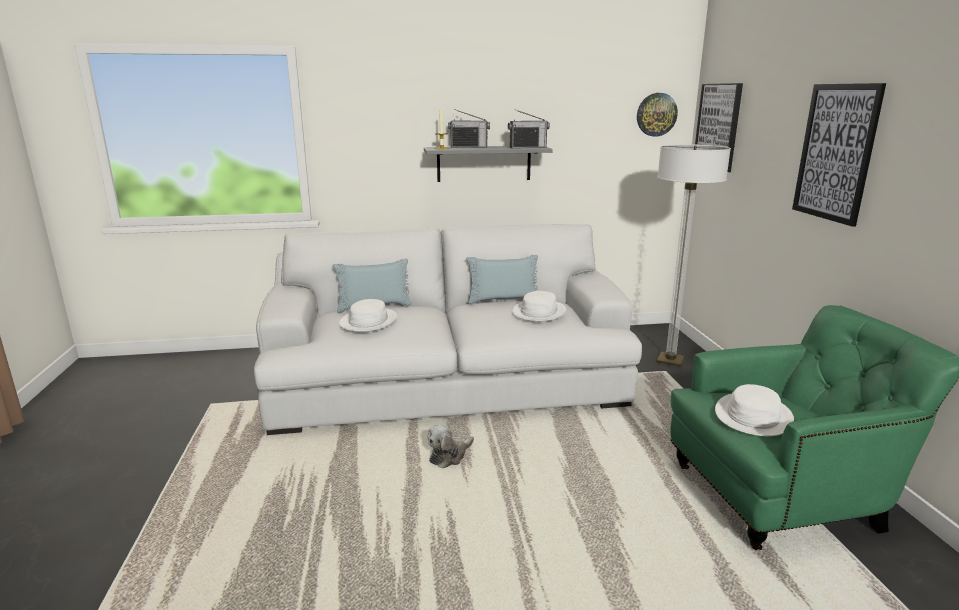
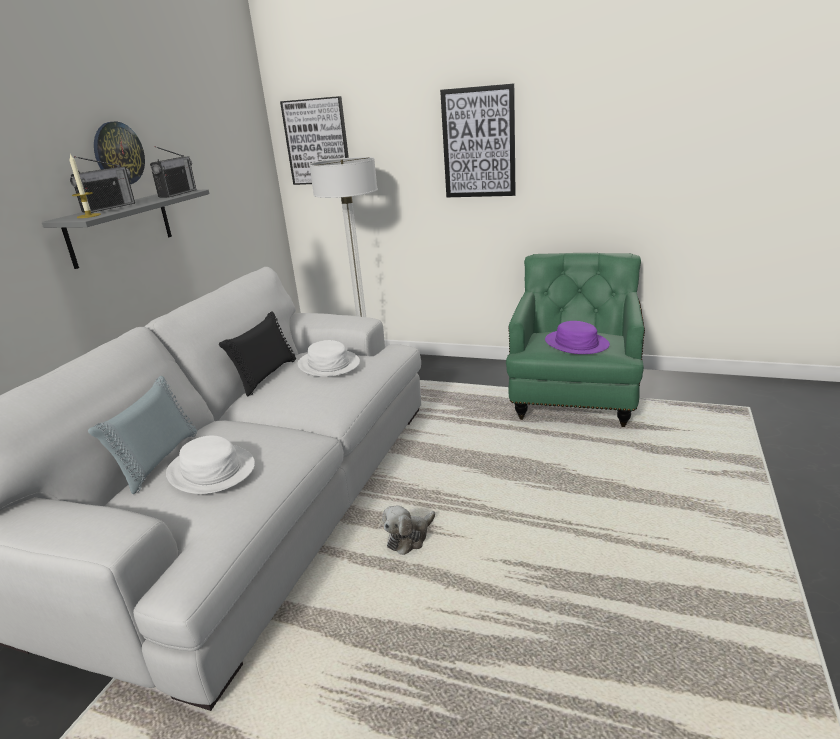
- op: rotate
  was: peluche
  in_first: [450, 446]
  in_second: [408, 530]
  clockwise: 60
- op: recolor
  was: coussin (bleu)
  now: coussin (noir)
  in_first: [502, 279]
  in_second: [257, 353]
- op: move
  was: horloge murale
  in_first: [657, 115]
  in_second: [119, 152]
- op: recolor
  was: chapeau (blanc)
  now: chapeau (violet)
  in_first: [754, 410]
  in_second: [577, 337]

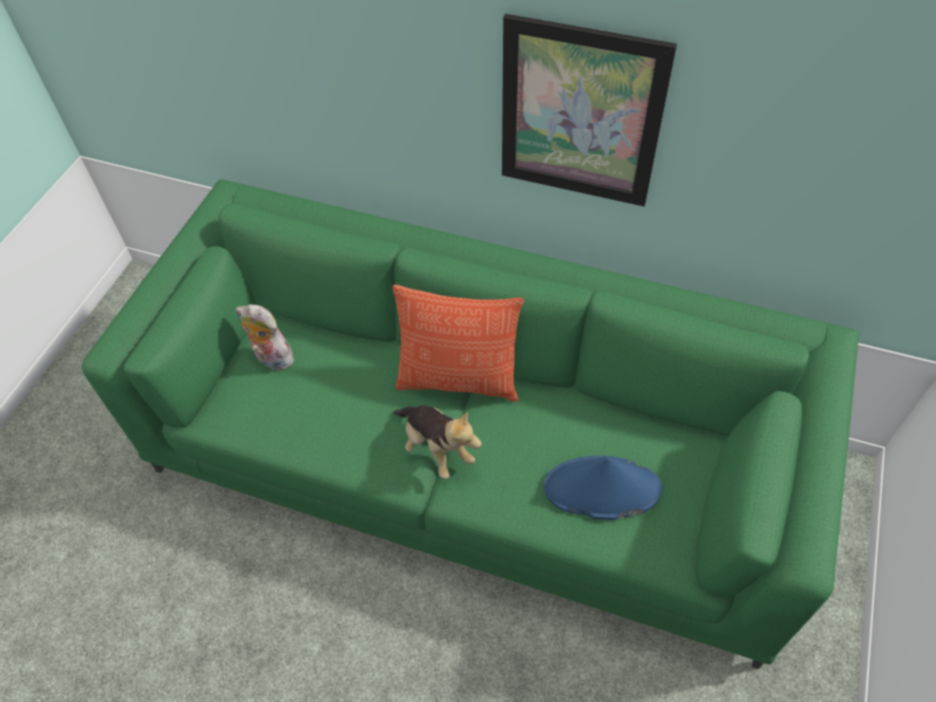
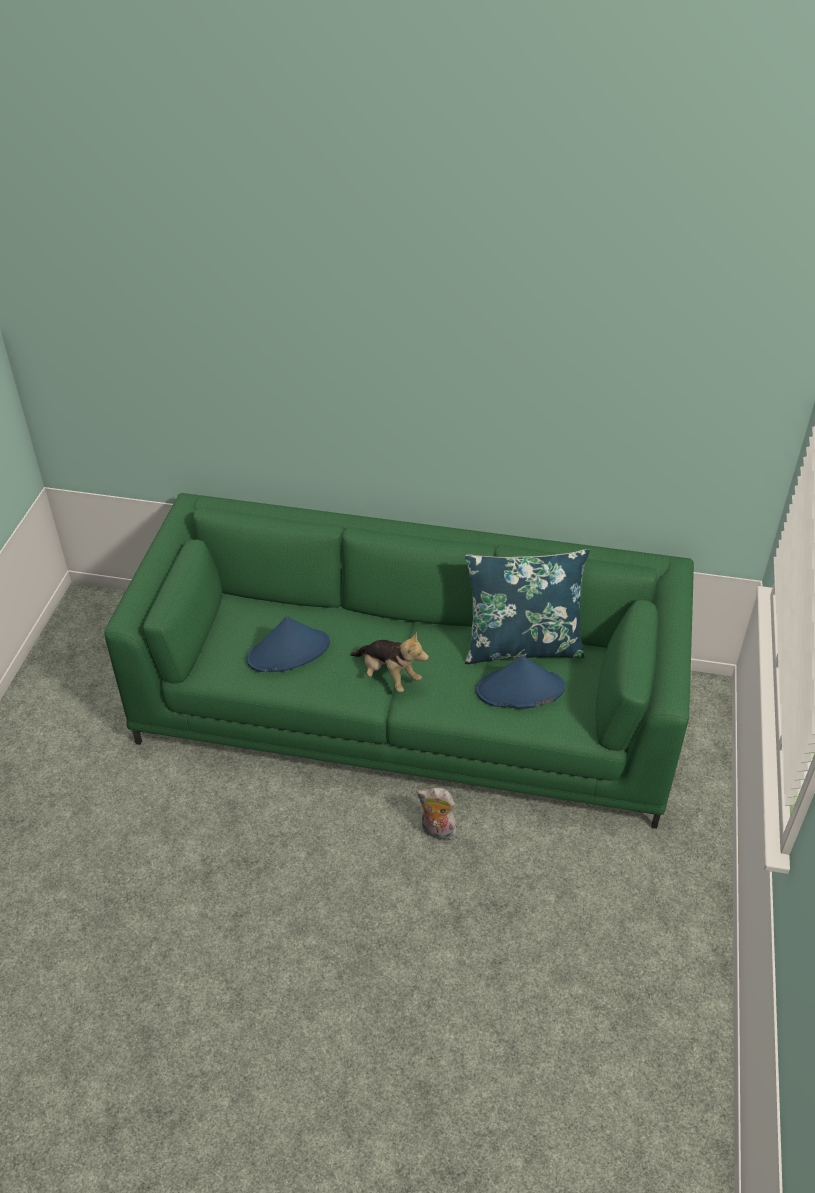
- op: move
  was: peluche
  in_first: [265, 338]
  in_second: [437, 814]
- op: delete
  was: coussin (orange)
  in_first: [458, 343]
- op: delete
  was: tableau
  in_first: [589, 110]
- op: insert
  now: chapeau (bleu)
  in_second: [288, 644]
- op: insert
  now: coussin (bleu)
  in_second: [527, 606]

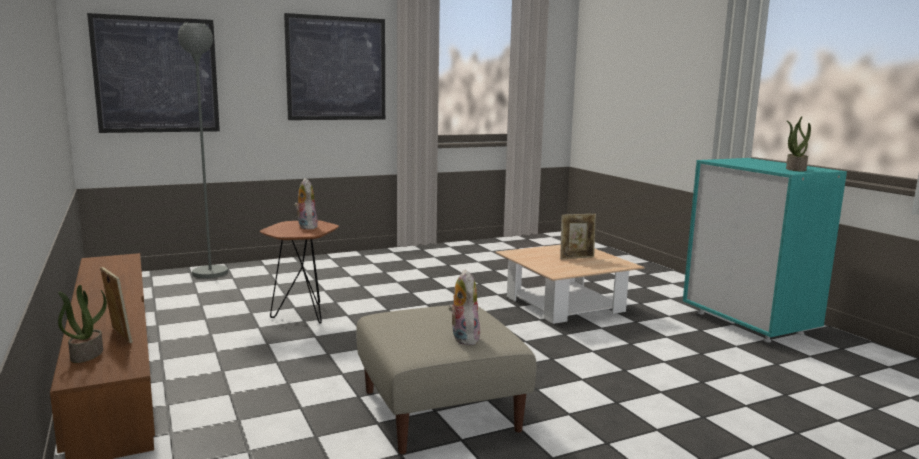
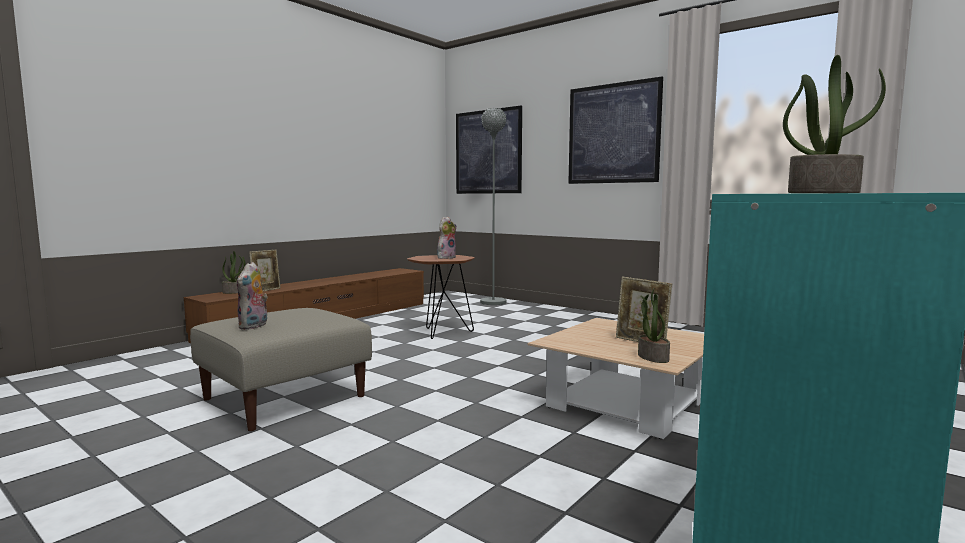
- op: rotate
  was: peluche
  in_first: [464, 307]
  in_second: [252, 296]
  clockwise: 135
- op: insert
  now: plante en pot
  in_second: [654, 326]

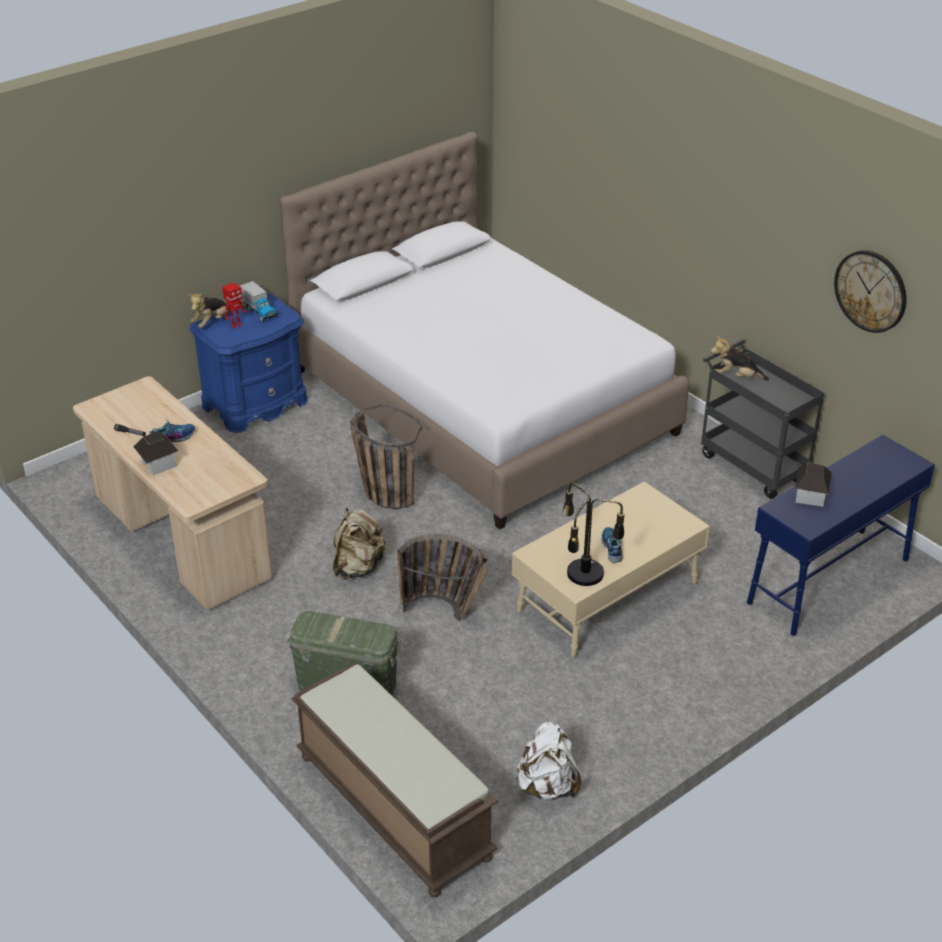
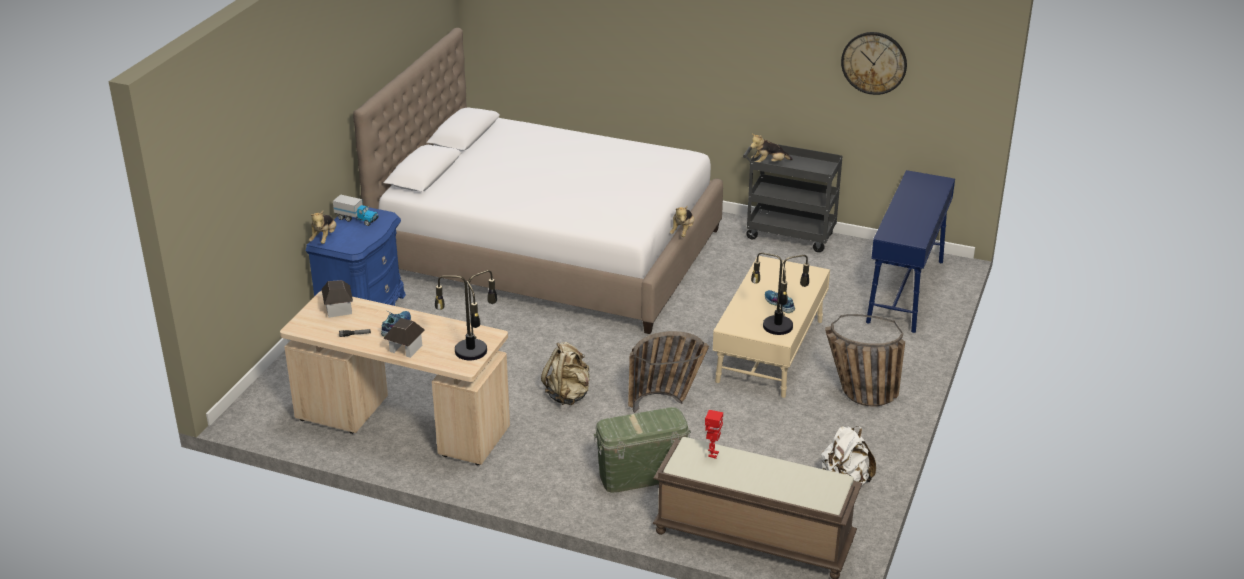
- op: move
  was: robot jouet
  in_first: [234, 305]
  in_second: [714, 434]
- op: move
  was: panier
  in_first: [386, 457]
  in_second: [865, 360]
- op: move
  was: maison miniature
  in_first: [813, 484]
  in_second: [337, 299]
- op: insert
  now: lampe de table
  in_second: [466, 315]
- op: insert
  now: peluche
  in_second: [682, 221]

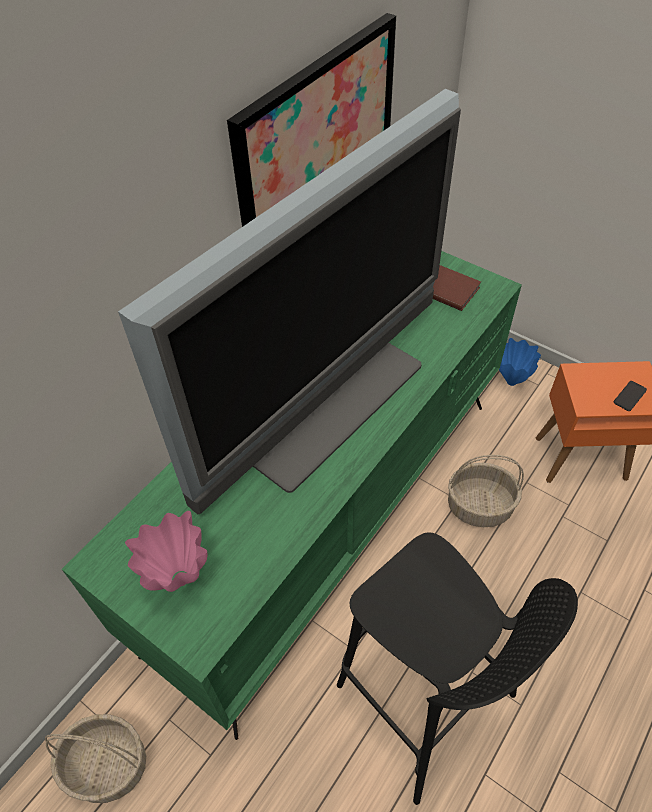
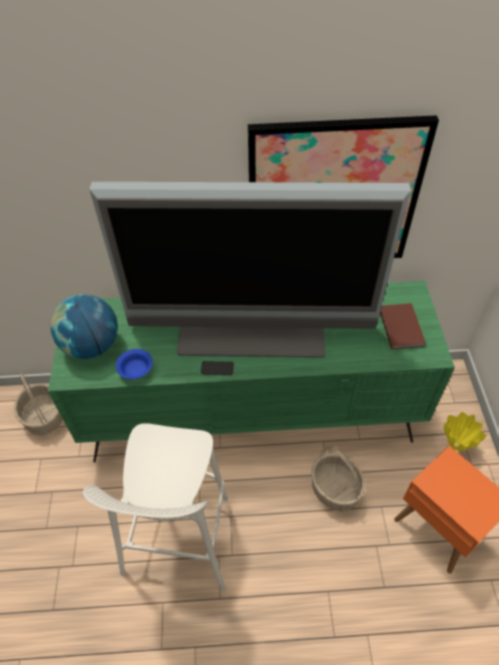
- op: replace
  was: vase (rose)
  now: globe
  in_first: [166, 551]
  in_second: [84, 326]
- op: recolor
  was: tabouret (noir)
  now: tabouret (blanc)
  in_first: [457, 668]
  in_second: [155, 507]
- op: recolor
  was: vase (bleu)
  now: vase (jaune)
  in_first: [520, 362]
  in_second: [465, 431]
- op: move
  was: téléphone
  in_first: [630, 396]
  in_second: [217, 368]
- op: insert
  now: bol (bleu)
  in_second: [134, 364]

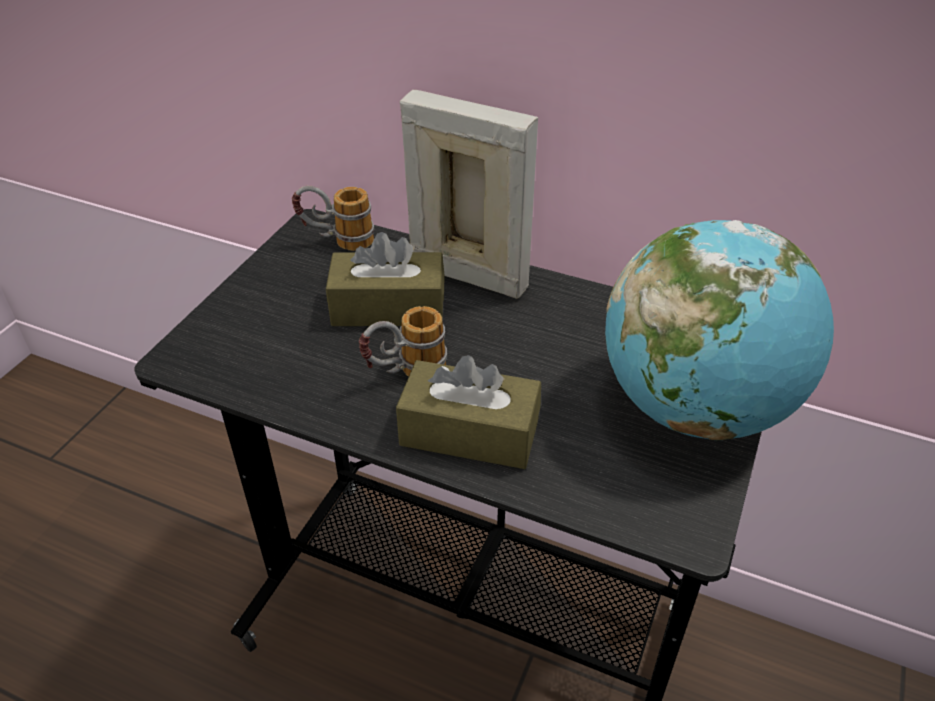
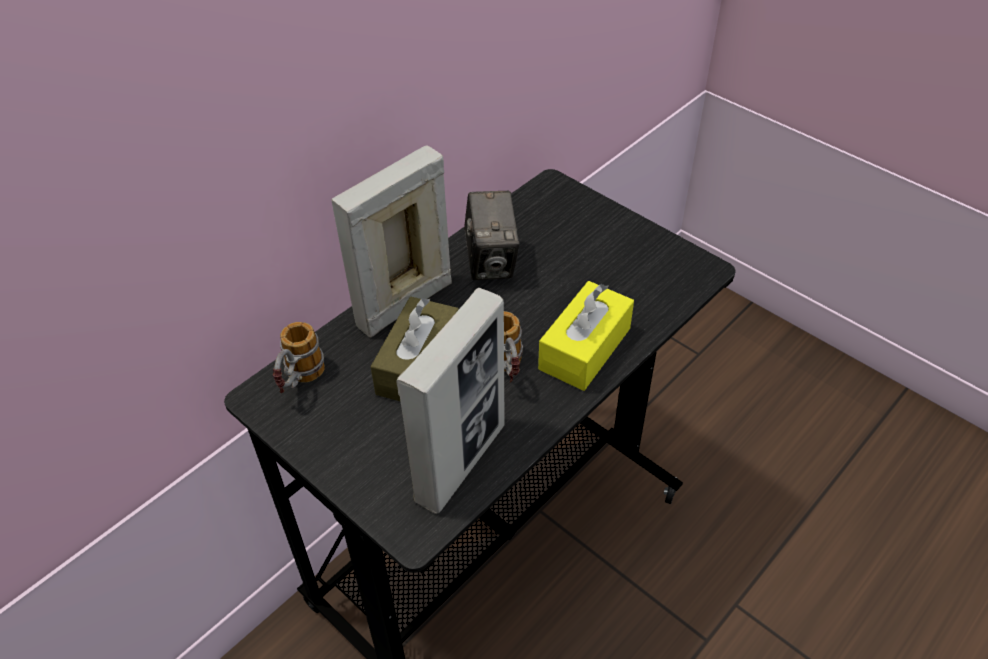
- op: recolor
  was: boîte à mouchoirs (marron)
  now: boîte à mouchoirs (jaune)
  in_first: [468, 412]
  in_second: [586, 336]
- op: delete
  was: globe
  in_first: [719, 330]
- op: insert
  now: cadre photo
  in_second: [451, 401]
- op: insert
  now: appareil photo
  in_second: [491, 235]

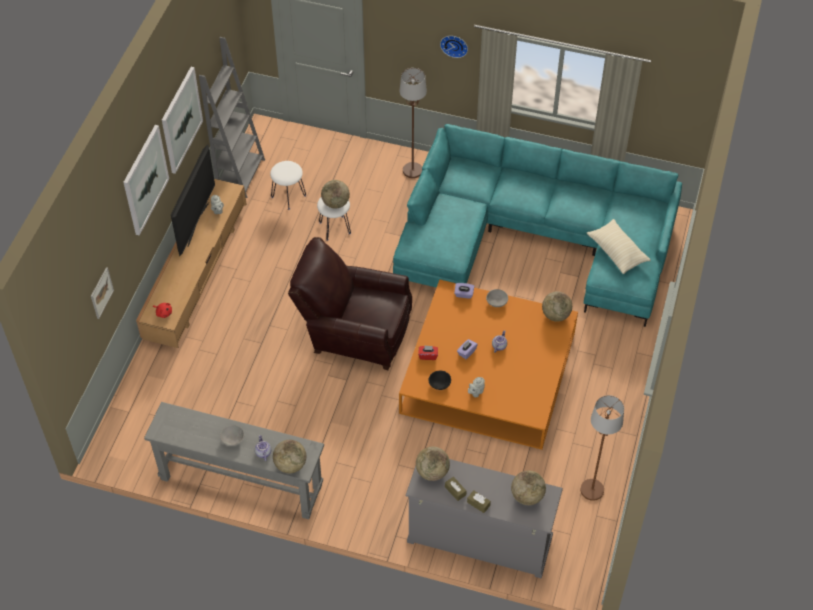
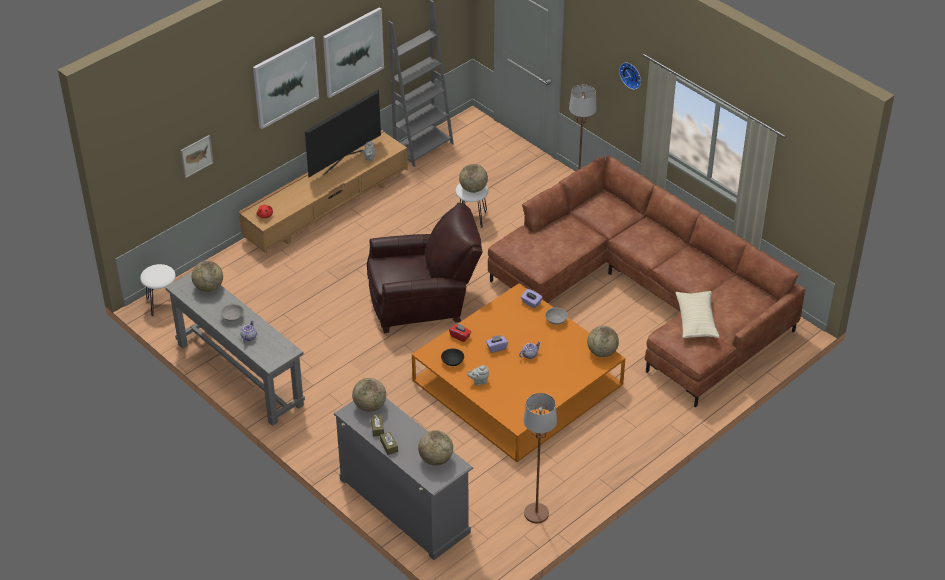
- op: move
  was: tabouret (blanc)
  in_first: [288, 185]
  in_second: [158, 290]
- op: move
  was: globe
  in_first: [289, 456]
  in_second: [207, 276]
- op: rotate
  was: fauteuil (marron)
  in_first: [350, 303]
  in_second: [425, 268]
  clockwise: 120
- op: recolor
  was: canapé (turquoise)
  now: canapé (marron)
  in_first: [537, 225]
  in_second: [646, 281]

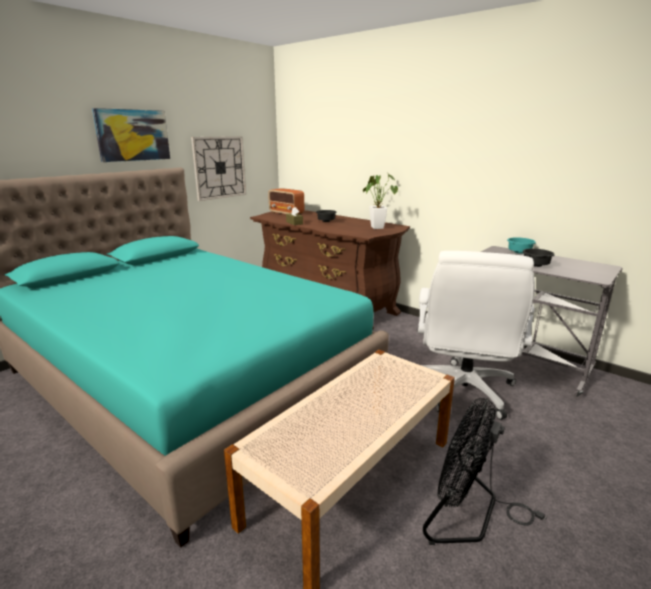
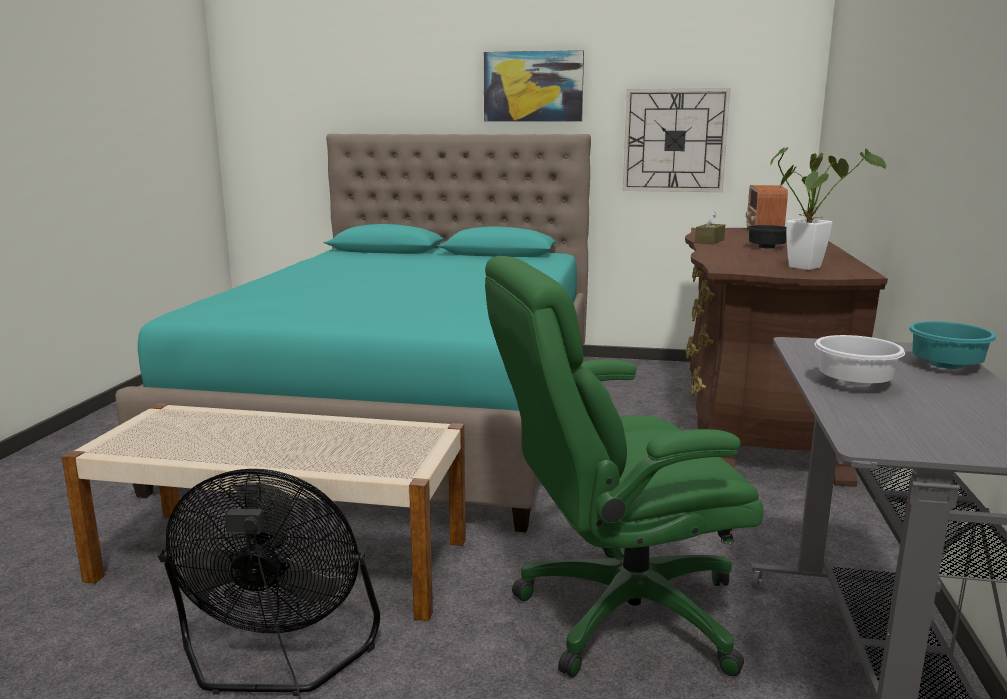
- op: recolor
  was: chaise de bureau (blanc)
  now: chaise de bureau (vert)
  in_first: [476, 335]
  in_second: [624, 466]
- op: recolor
  was: bol (noir)
  now: bol (blanc)
  in_first: [538, 257]
  in_second: [859, 361]

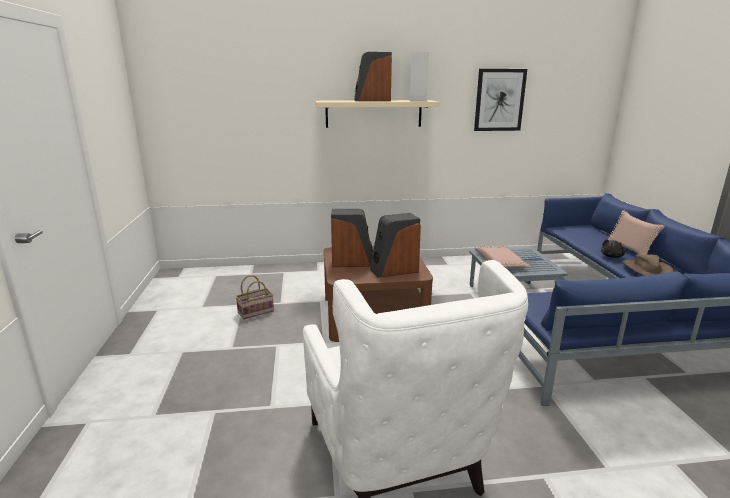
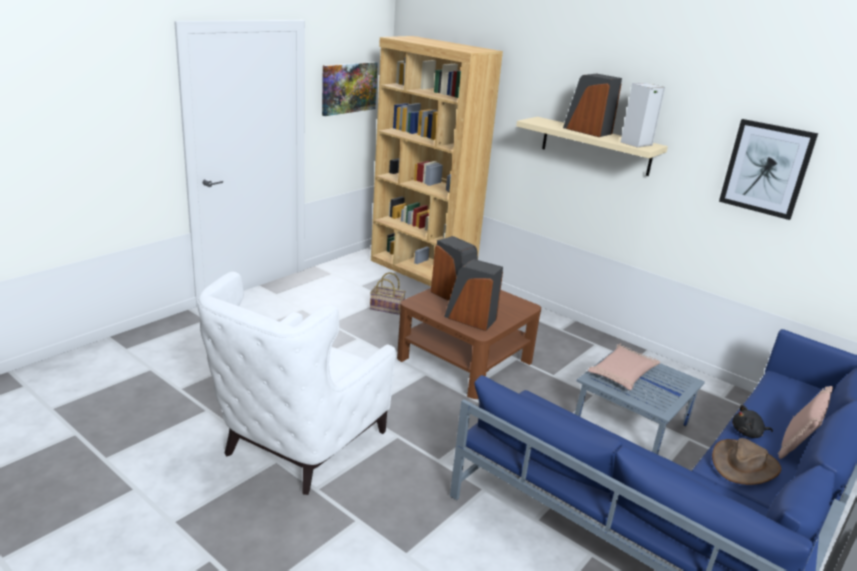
- op: insert
  now: tableau
  in_second: [350, 89]
- op: insert
  now: bibliothèque (marron)
  in_second: [437, 161]

